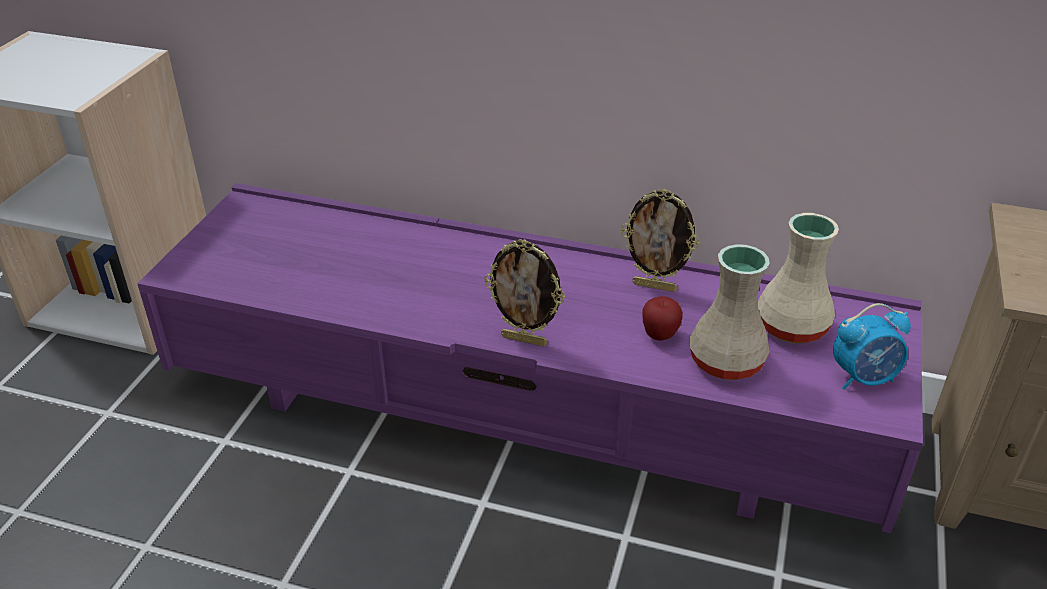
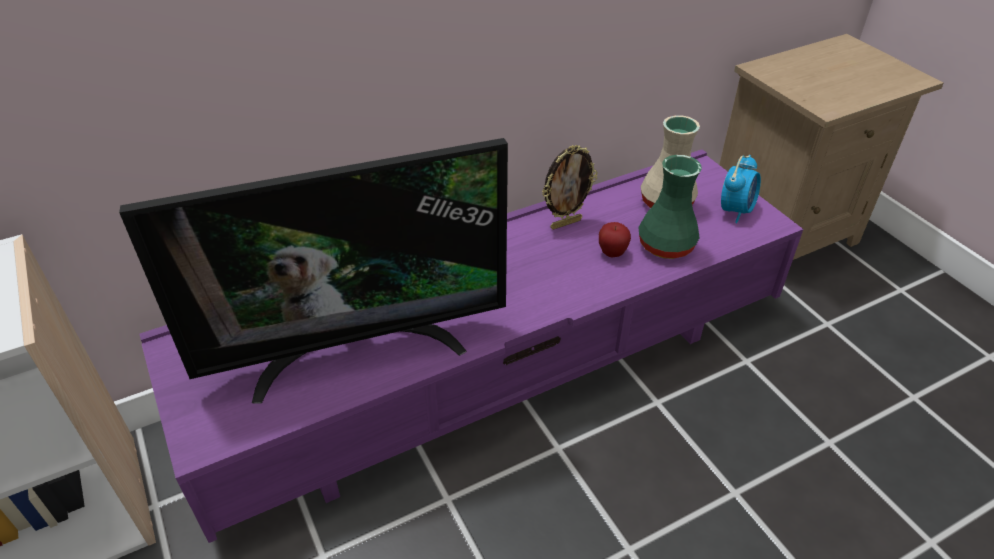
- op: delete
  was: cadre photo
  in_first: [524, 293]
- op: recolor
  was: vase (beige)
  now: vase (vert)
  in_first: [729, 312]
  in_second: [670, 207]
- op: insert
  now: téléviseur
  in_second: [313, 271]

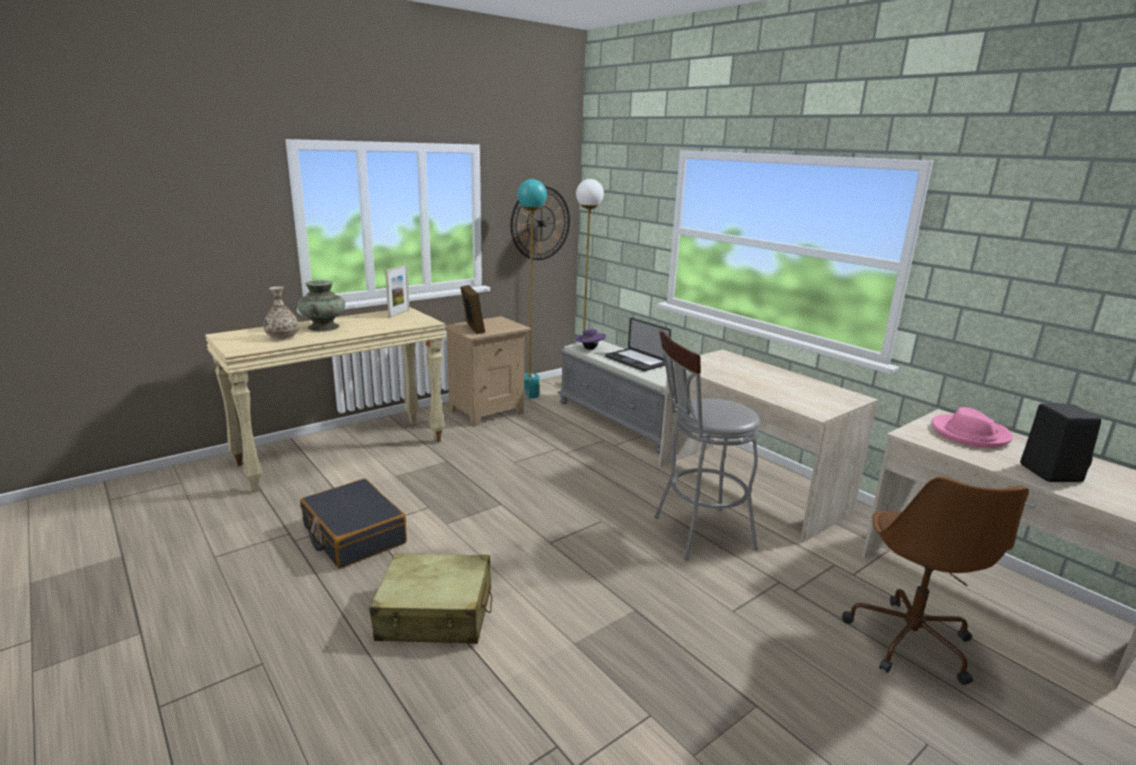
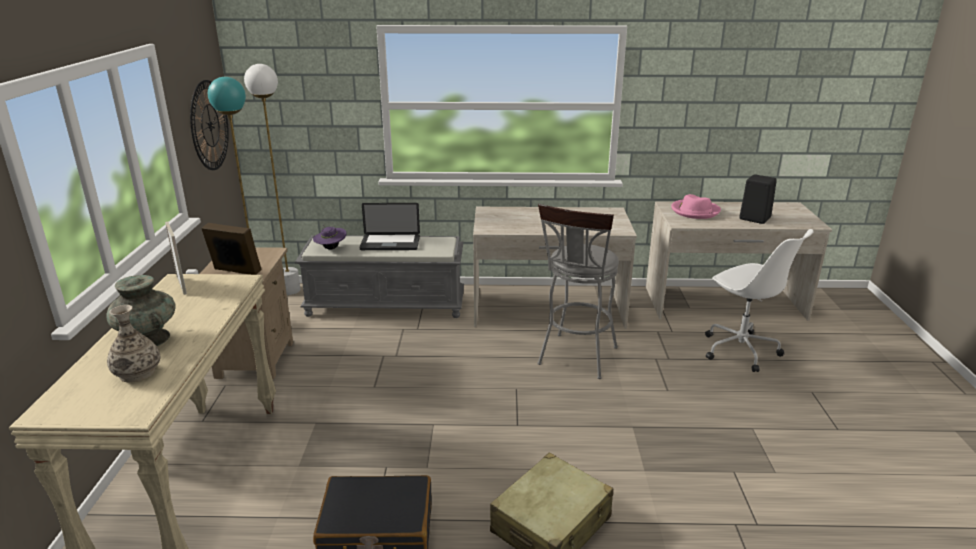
- op: recolor
  was: chaise de bureau (marron)
  now: chaise de bureau (blanc)
  in_first: [935, 581]
  in_second: [759, 300]

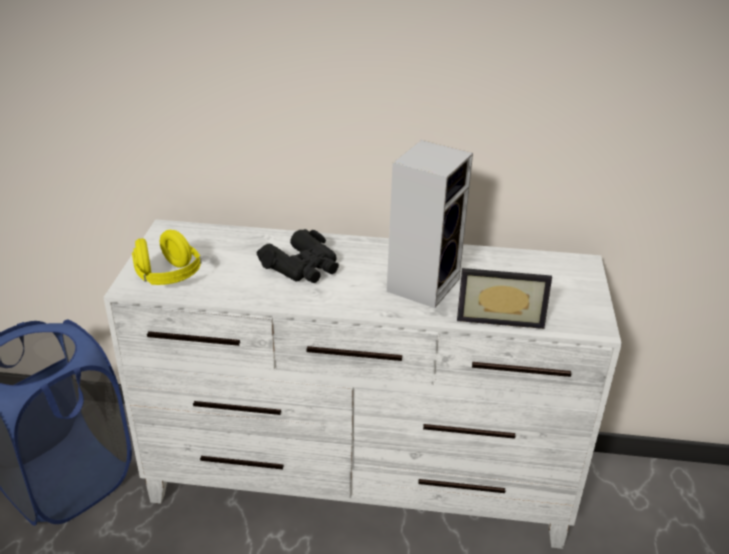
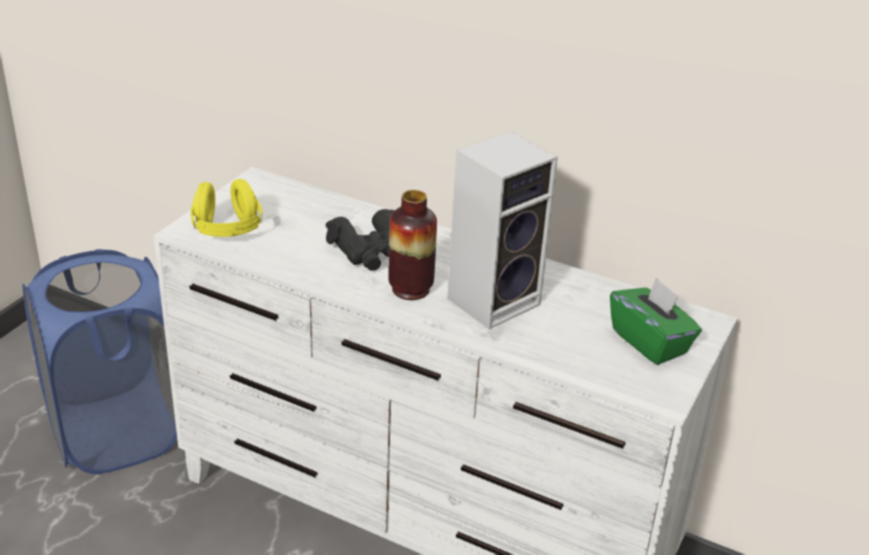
- op: delete
  was: cadre photo
  in_first: [504, 298]
- op: insert
  now: vase
  in_second: [413, 245]
- op: insert
  now: boîte à mouchoirs (vert)
  in_second: [656, 321]

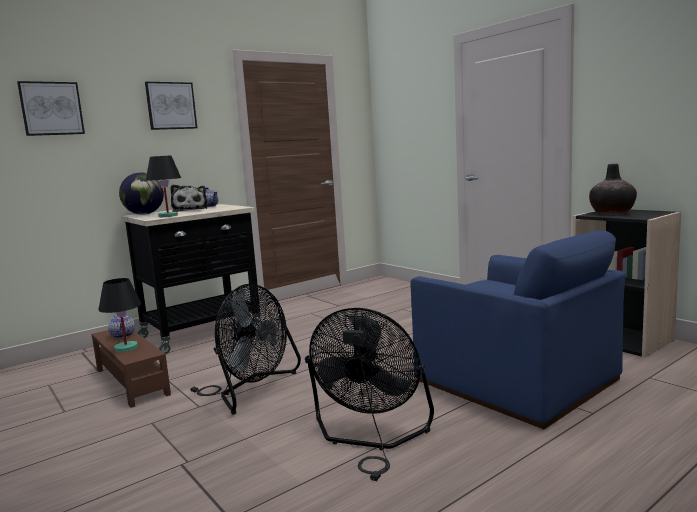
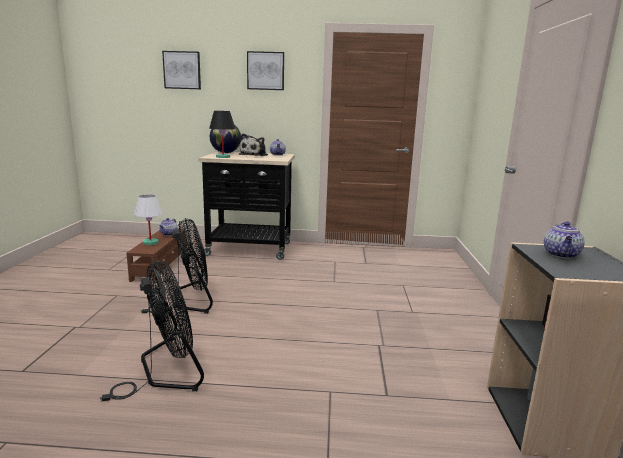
- op: recolor
  was: lampe de table (noir)
  now: lampe de table (blanc)
  in_first: [119, 315]
  in_second: [148, 219]
- op: rotate
  was: ventilateur (noir)
  in_first: [245, 349]
  in_second: [177, 266]
  clockwise: -90
- op: delete
  was: fauteuil (bleu)
  in_first: [517, 329]
- op: replace
  was: vase
  now: théière
  in_first: [613, 189]
  in_second: [564, 240]

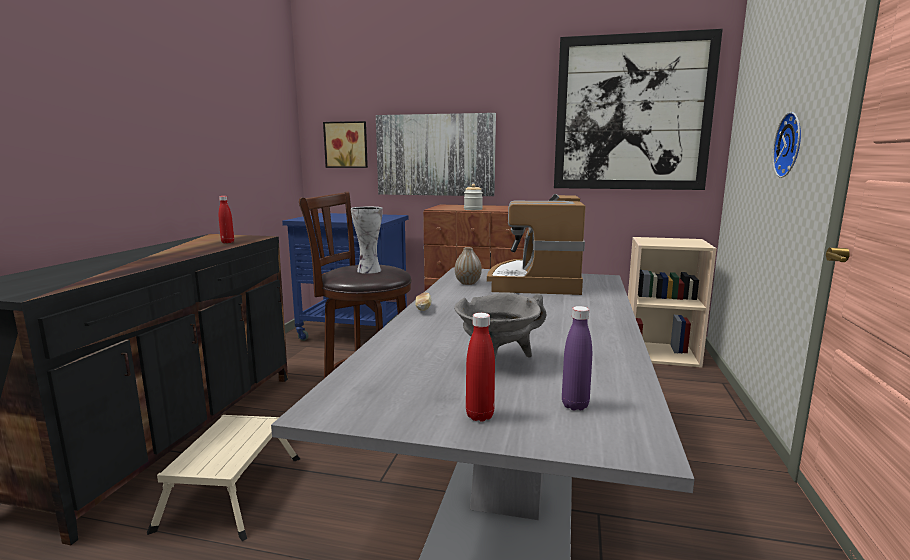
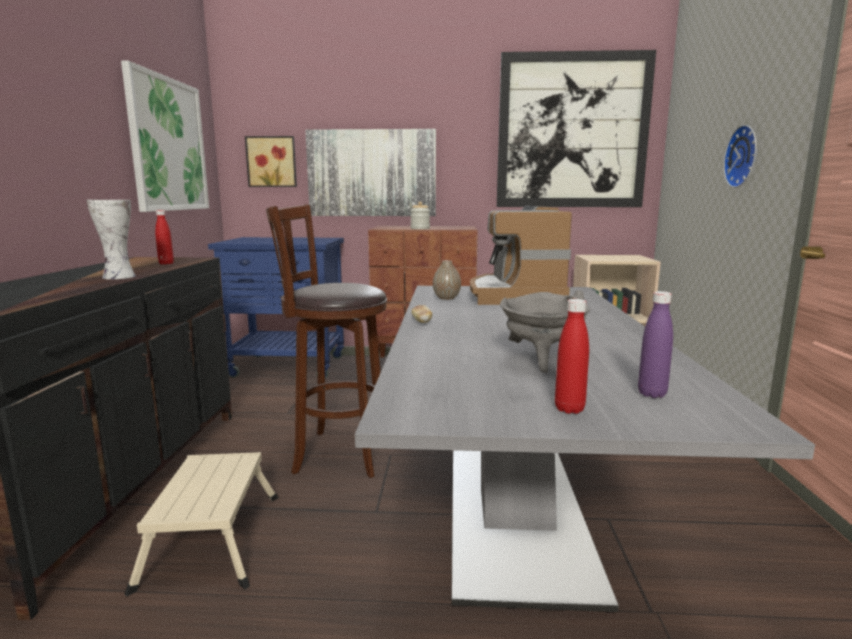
- op: move
  was: vase
  in_first: [367, 240]
  in_second: [111, 239]
- op: insert
  now: tableau
  in_second: [165, 136]

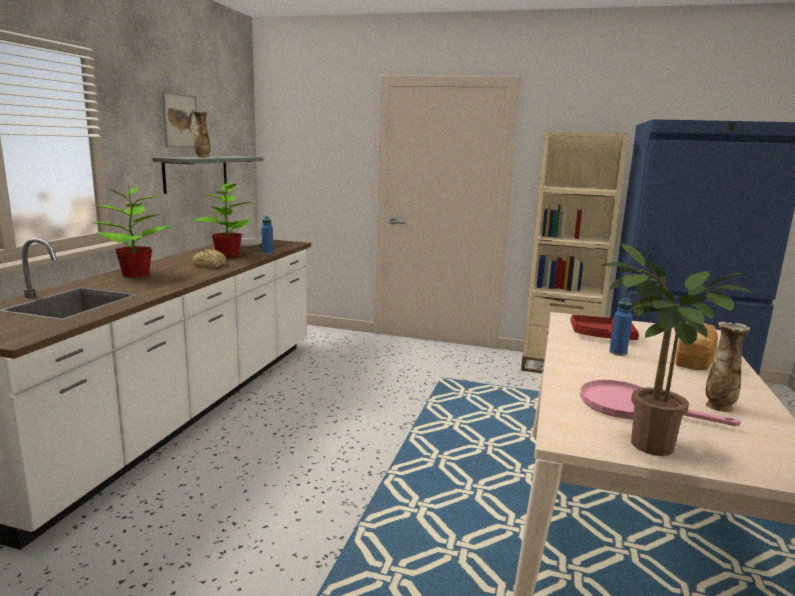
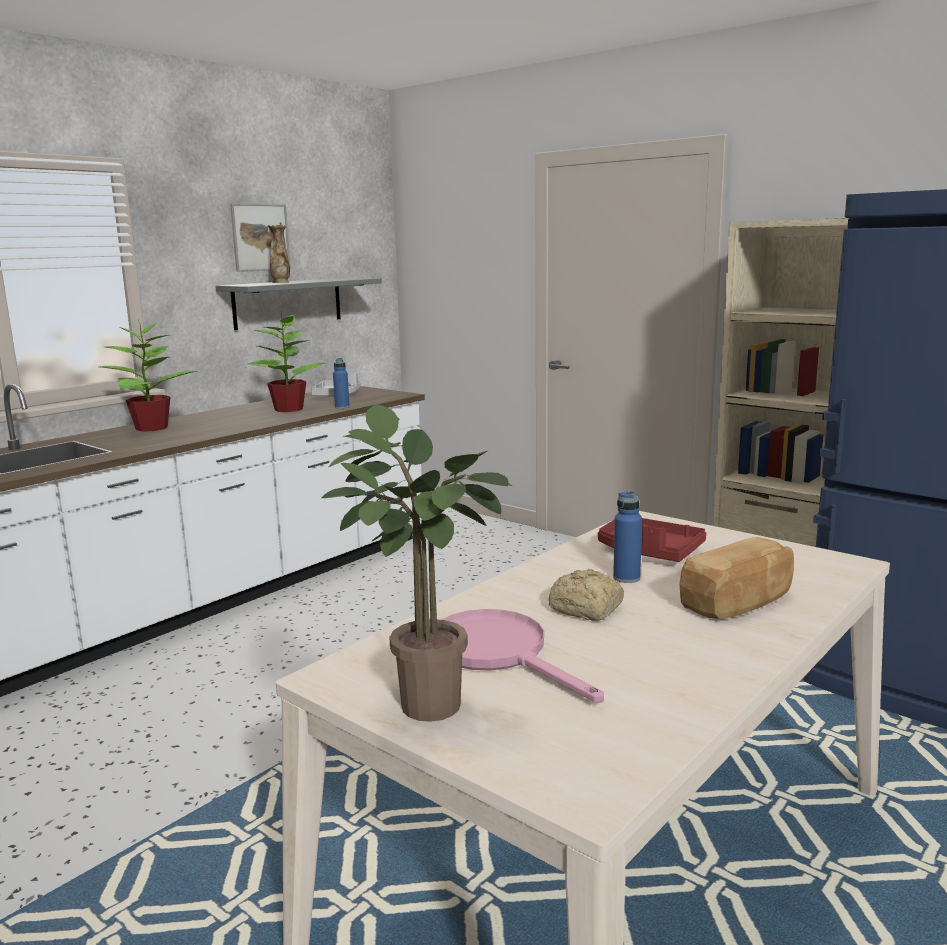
- op: move
  was: pain
  in_first: [209, 258]
  in_second: [586, 595]
- op: delete
  was: vase
  in_first: [728, 367]

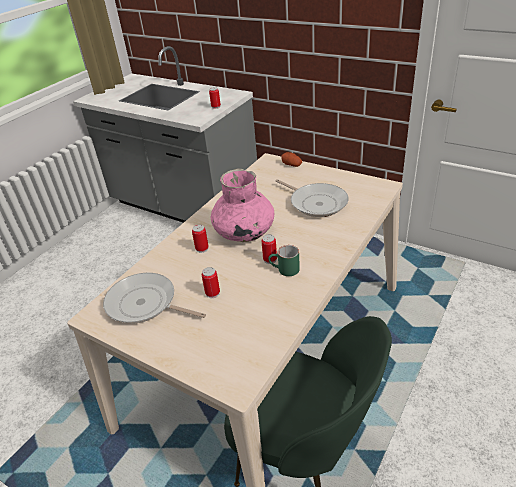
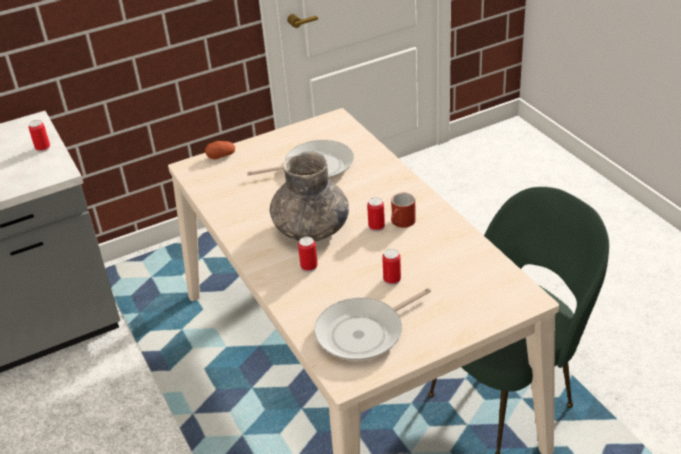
- op: recolor
  was: vase (rose)
  now: vase (gris)
  in_first: [242, 205]
  in_second: [309, 196]
- op: recolor
  was: mug (vert)
  now: mug (rouge)
  in_first: [284, 260]
  in_second: [403, 210]

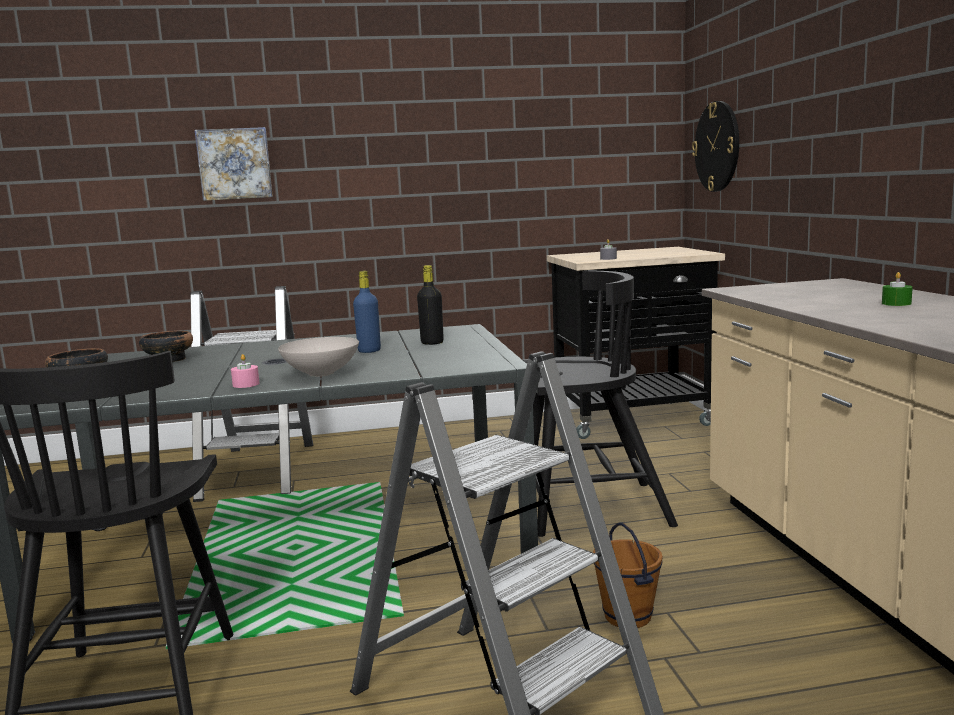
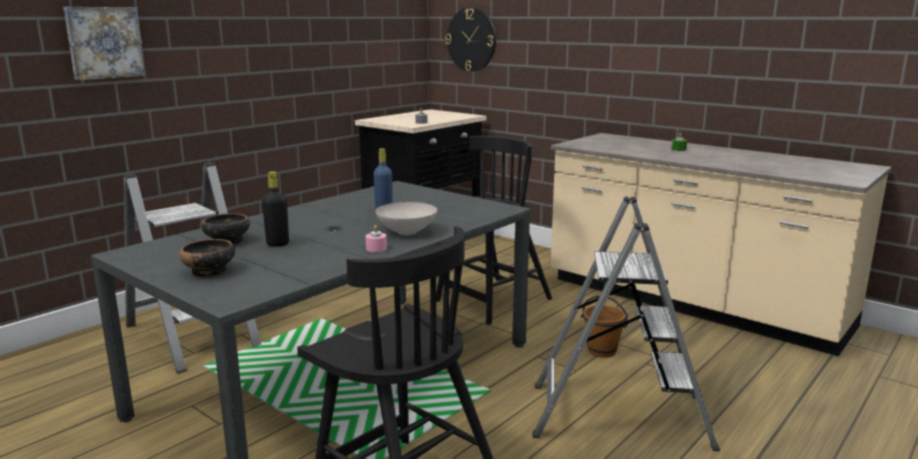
- op: move
  was: bouteille (noir)
  in_first: [430, 305]
  in_second: [275, 209]

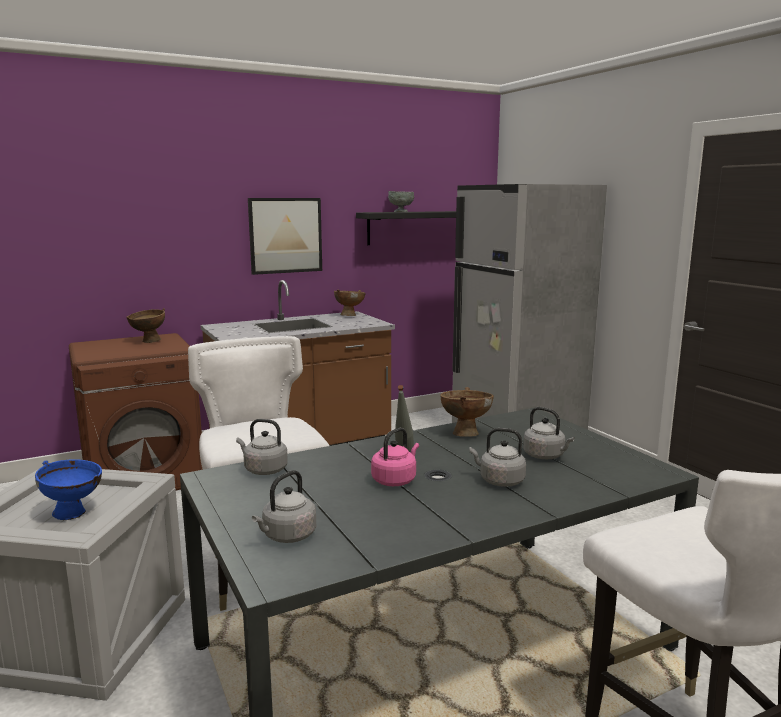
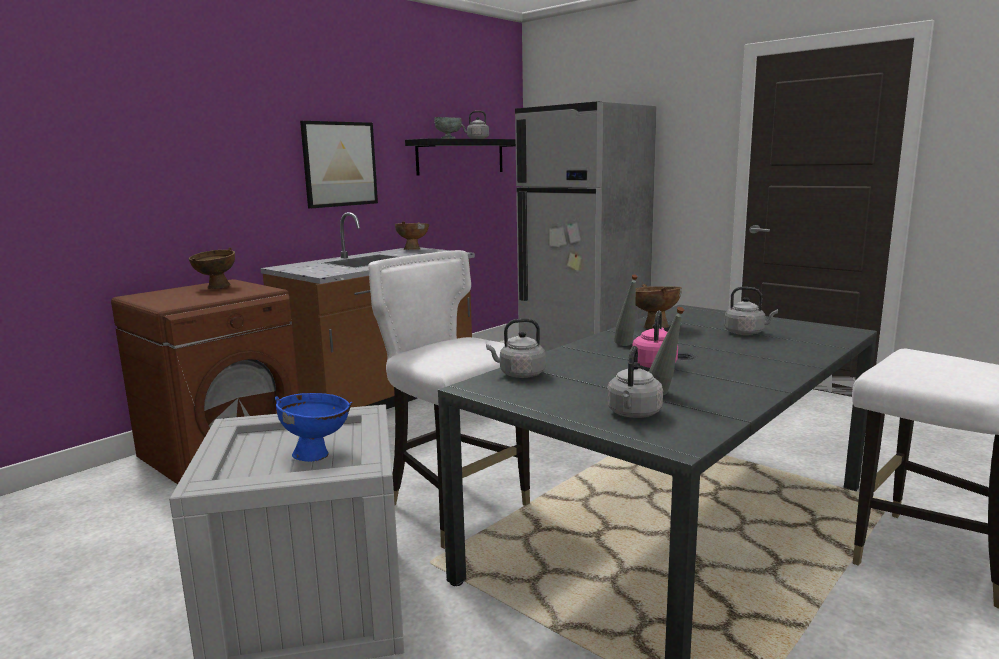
- op: move
  was: bouilloire (gris)
  in_first: [498, 457]
  in_second: [475, 125]
- op: insert
  now: bouteille (gris)
  in_second: [667, 351]

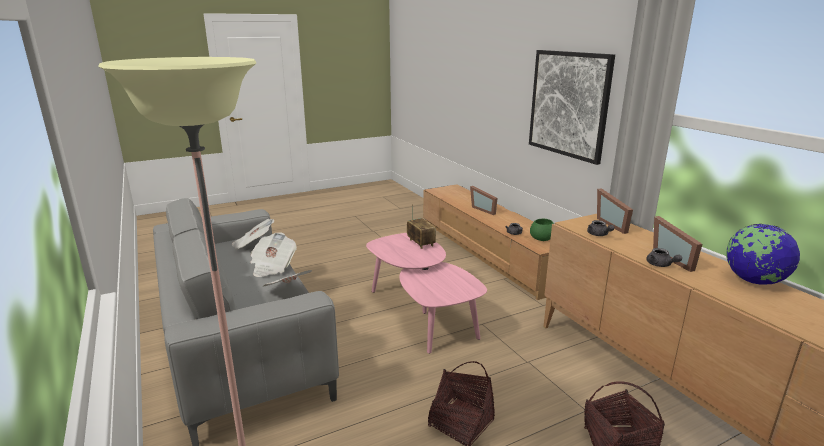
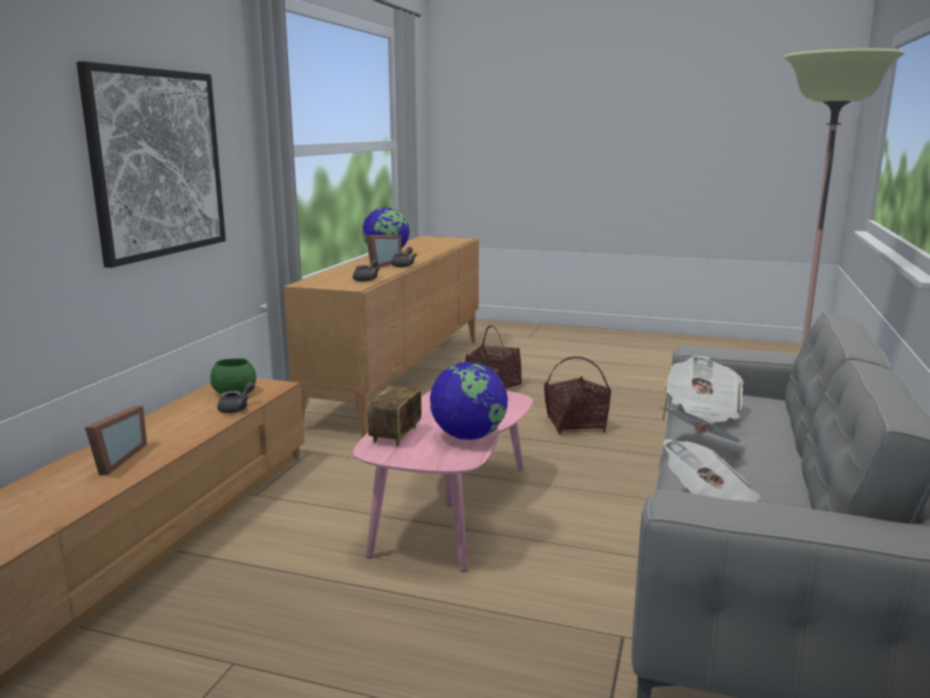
- op: delete
  was: cadre photo
  in_first: [615, 211]
- op: insert
  now: globe
  in_second: [469, 401]

